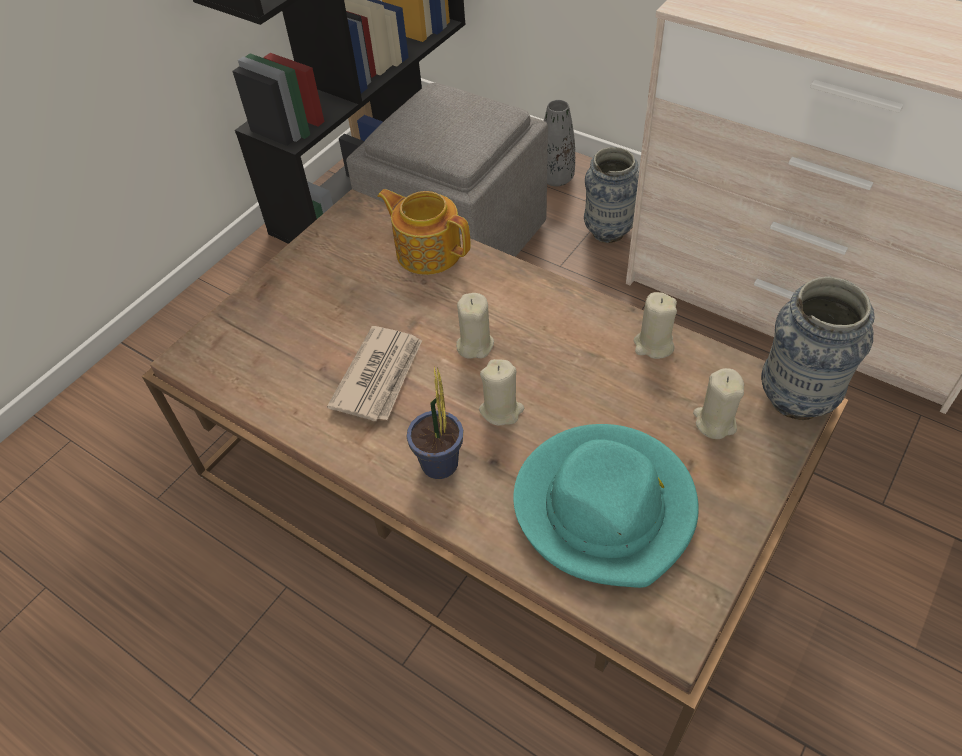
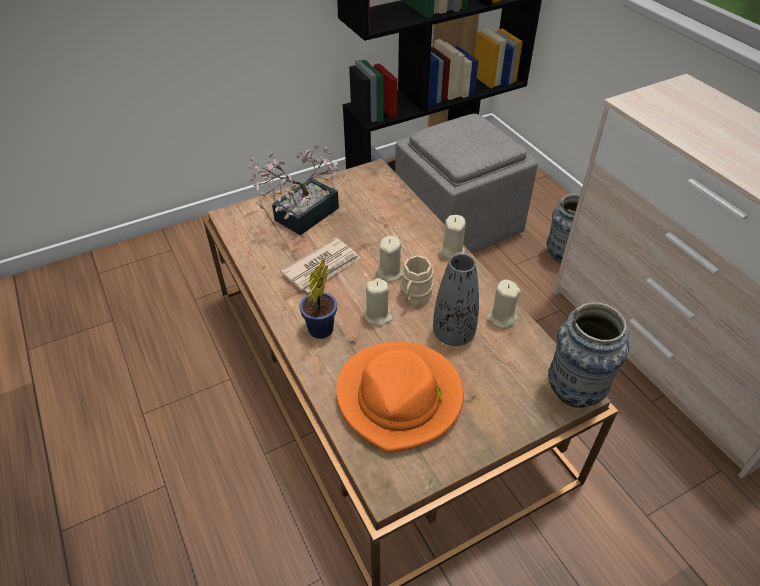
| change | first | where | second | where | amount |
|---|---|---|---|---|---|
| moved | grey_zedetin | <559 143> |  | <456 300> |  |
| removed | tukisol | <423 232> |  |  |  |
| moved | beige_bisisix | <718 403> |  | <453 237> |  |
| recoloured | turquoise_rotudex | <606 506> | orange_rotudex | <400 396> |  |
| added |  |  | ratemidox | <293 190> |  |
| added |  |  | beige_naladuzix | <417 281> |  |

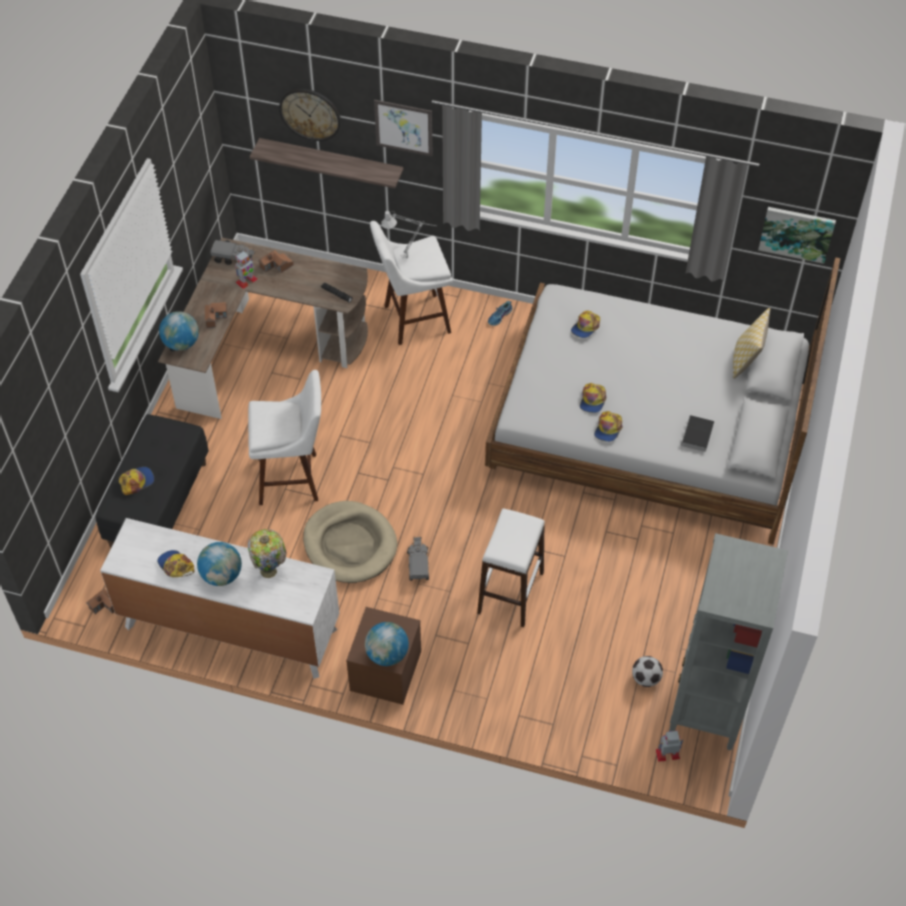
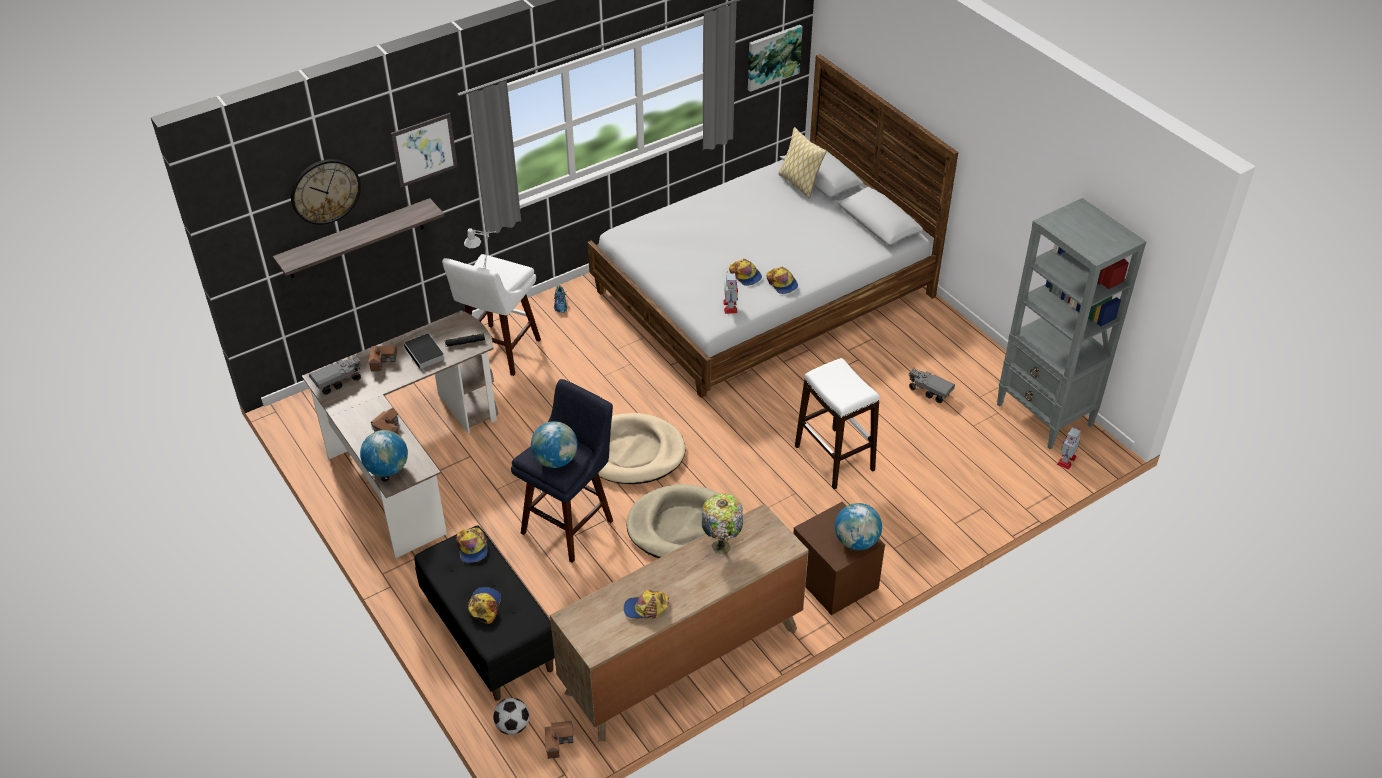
| change | first | where | second | where | amount |
|---|---|---|---|---|---|
| moved | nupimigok | <246 269> |  | <730 293> |  |
| moved | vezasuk | <585 324> |  | <471 545> |  |
| recoloured | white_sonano | <284 437> | blue_sonano | <562 471> |  |
| moved | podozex | <697 433> |  | <424 353> |  |
| recoloured | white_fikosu | <219 598> | brown_fikosu | <679 622> |  |
| moved | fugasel | <418 559> |  | <931 386> |  |
| moved | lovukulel | <219 564> |  | <554 444> |  |
| moved | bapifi | <647 671> |  | <511 716> |  |
| added |  |  | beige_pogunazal | <642 448> |  |

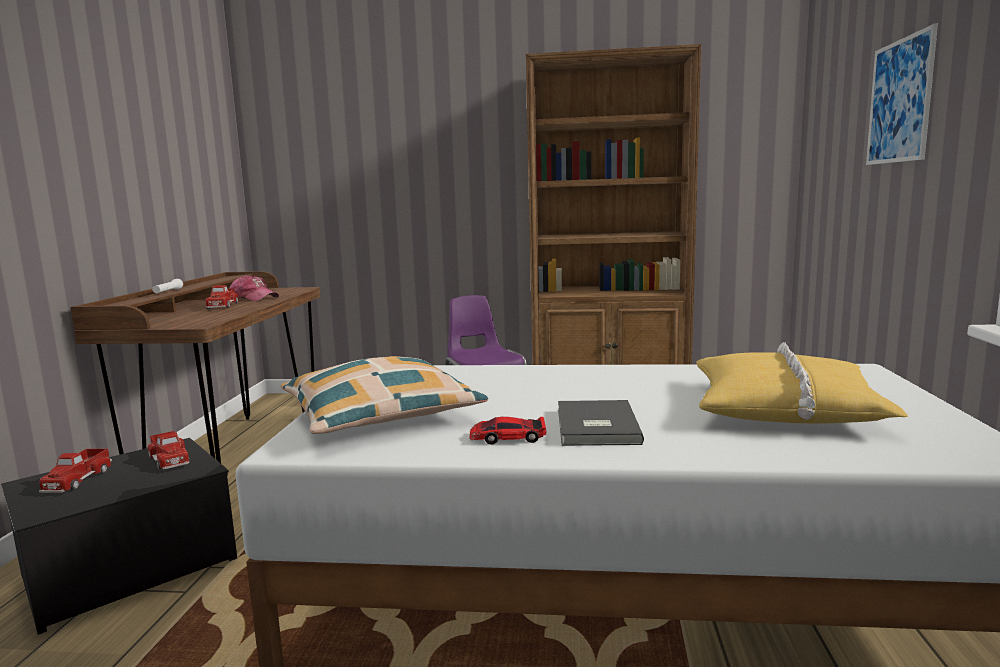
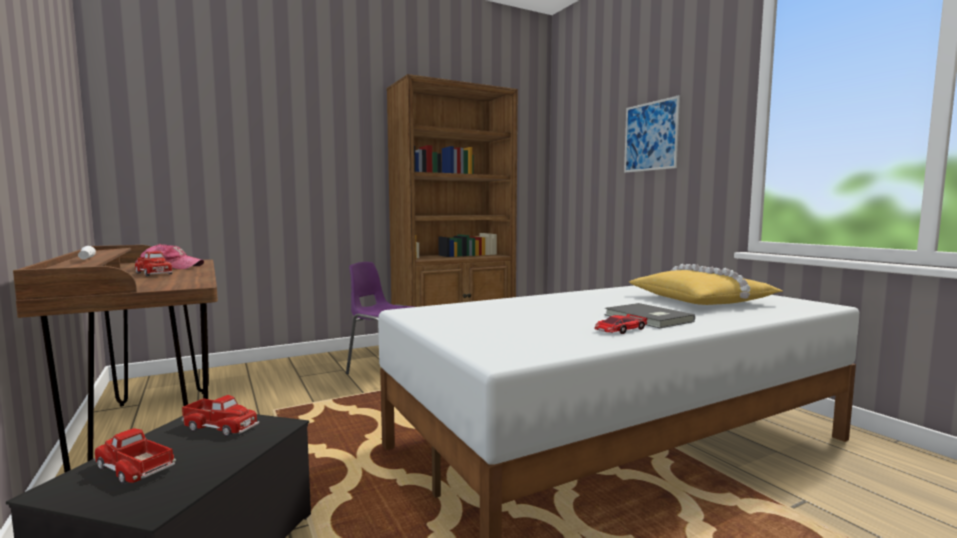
| change | first | where | second | where | amount |
|---|---|---|---|---|---|
| removed | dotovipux | <384 395> |  |  |  |
| turned | fugasel | <75 471> |  | <135 456> | 150 degrees clockwise |

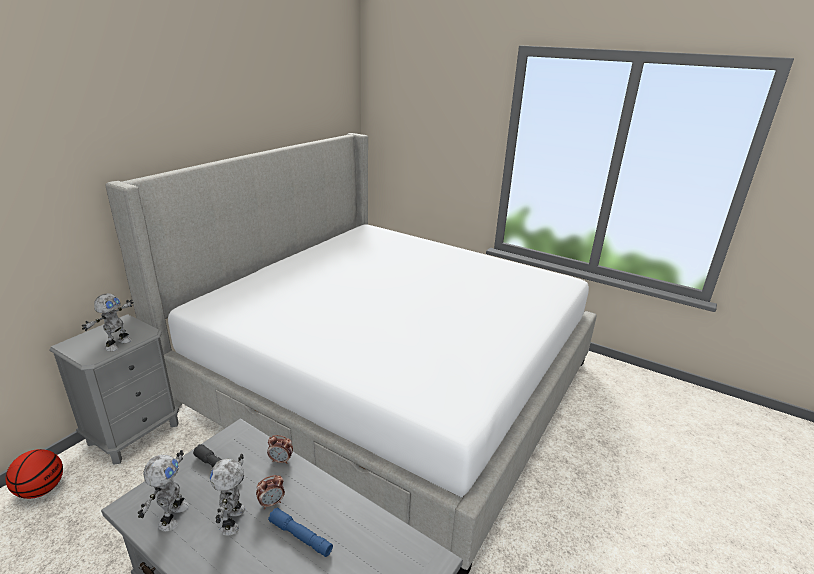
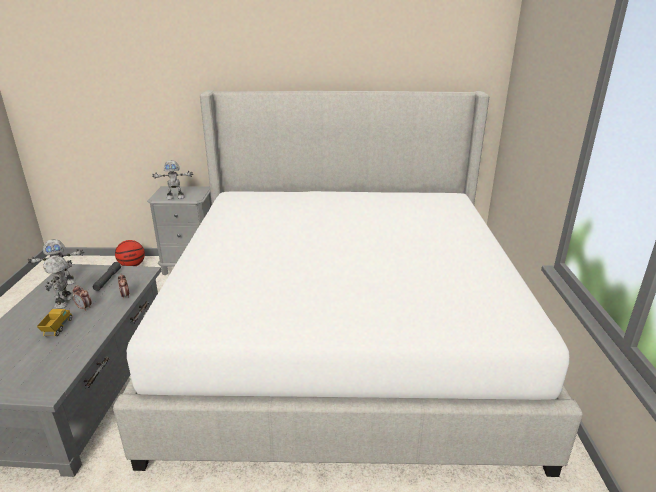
| change | first | where | second | where | amount |
|---|---|---|---|---|---|
| turned | nupimigok | <227 494> |  | <58 282> | 60 degrees counterclockwise |
| replaced | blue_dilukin | <300 532> | fugasel | <54 322> |  |

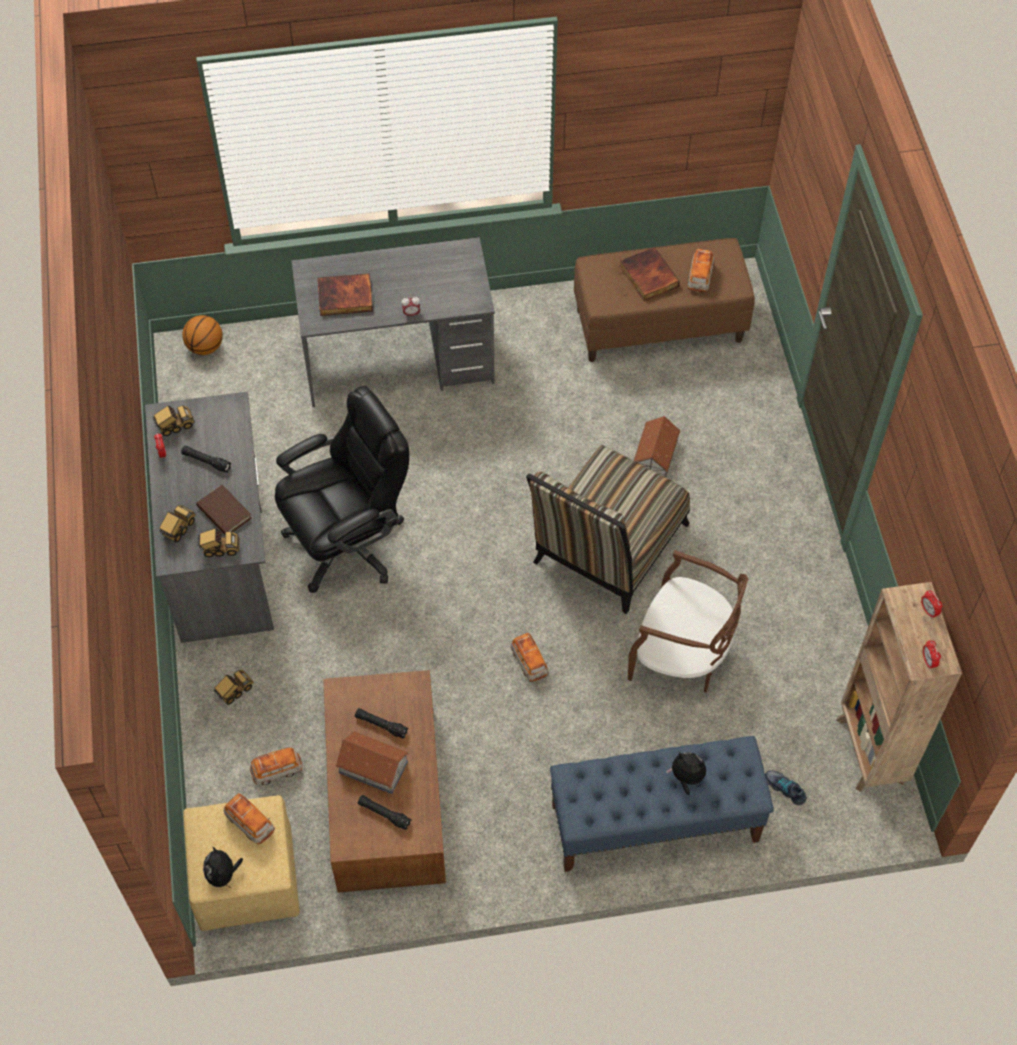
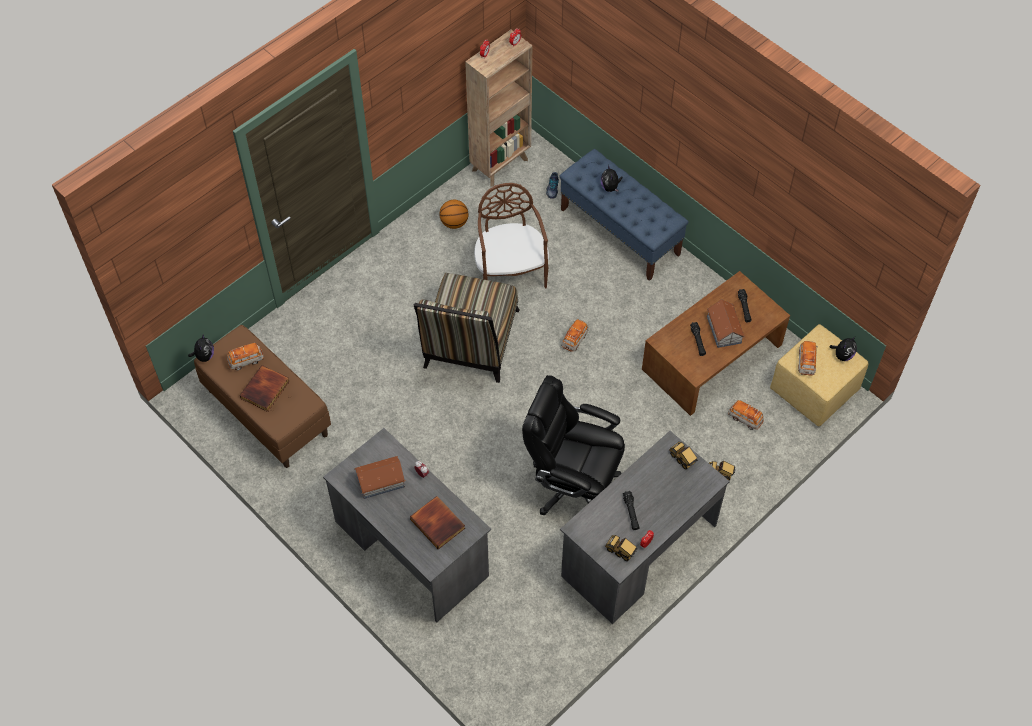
| change | first | where | second | where | amount |
|---|---|---|---|---|---|
| moved | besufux | <202 335> |  | <454 214> |  |
| moved | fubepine | <657 446> |  | <380 477> |  |
| turned | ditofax | <608 529> |  | <467 328> | 105 degrees clockwise |
| removed | brown_podozex | <224 510> |  |  |  |
| removed | fugasel | <177 524> |  |  |  |
| added |  |  | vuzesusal | <201 348> |  |

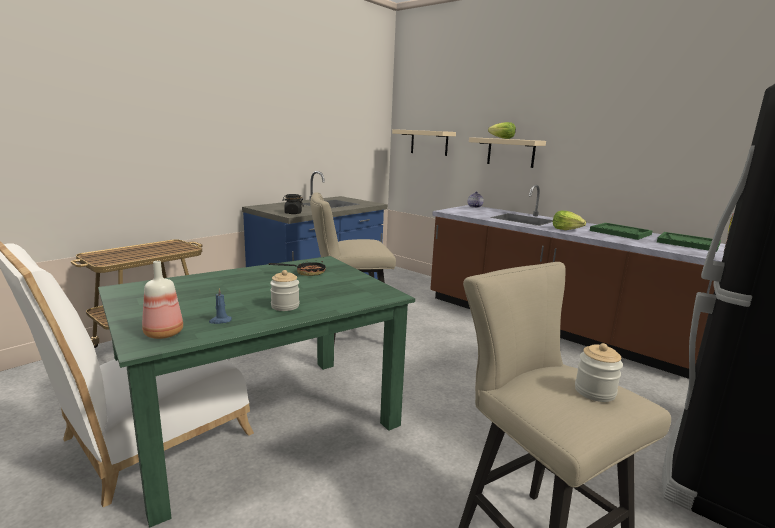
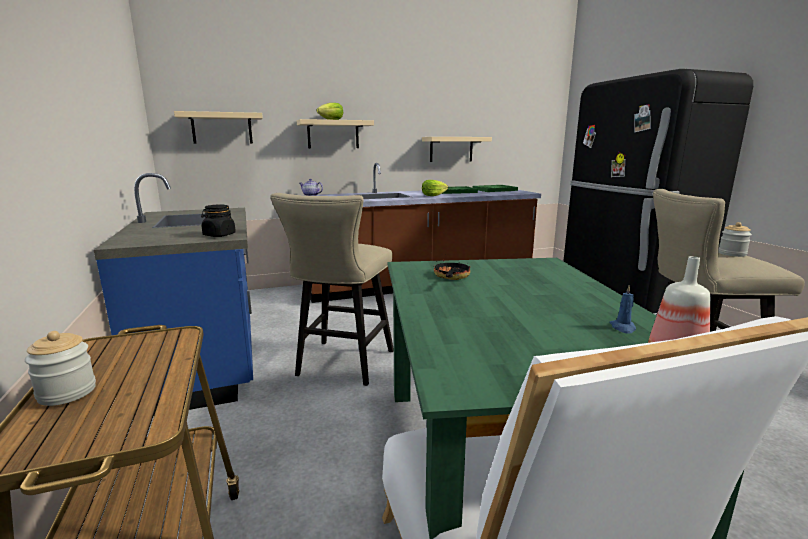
| change | first | where | second | where | amount |
|---|---|---|---|---|---|
| moved | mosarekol | <285 290> |  | <60 368> |  |
| added |  |  | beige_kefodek | <457 149> |  |

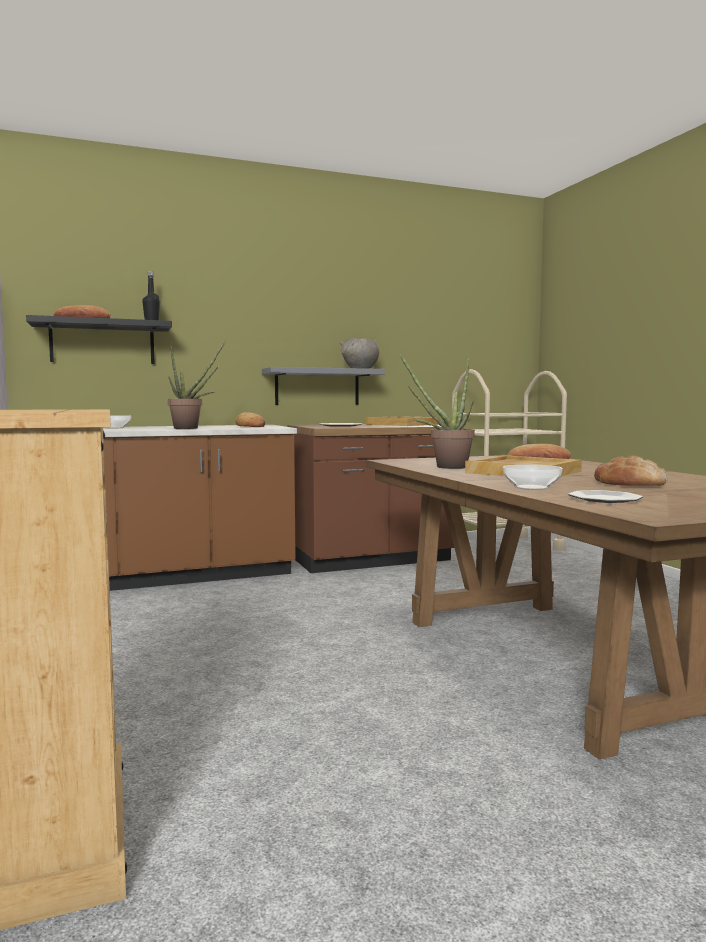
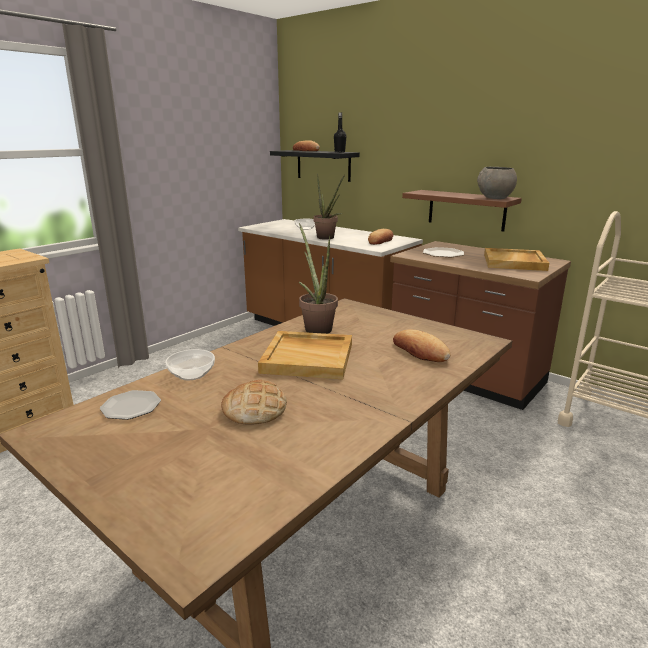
| change | first | where | second | where | amount |
|---|---|---|---|---|---|
| recoloured | grey_kefodek | <323 386> | brown_kefodek | <462 211> |  |

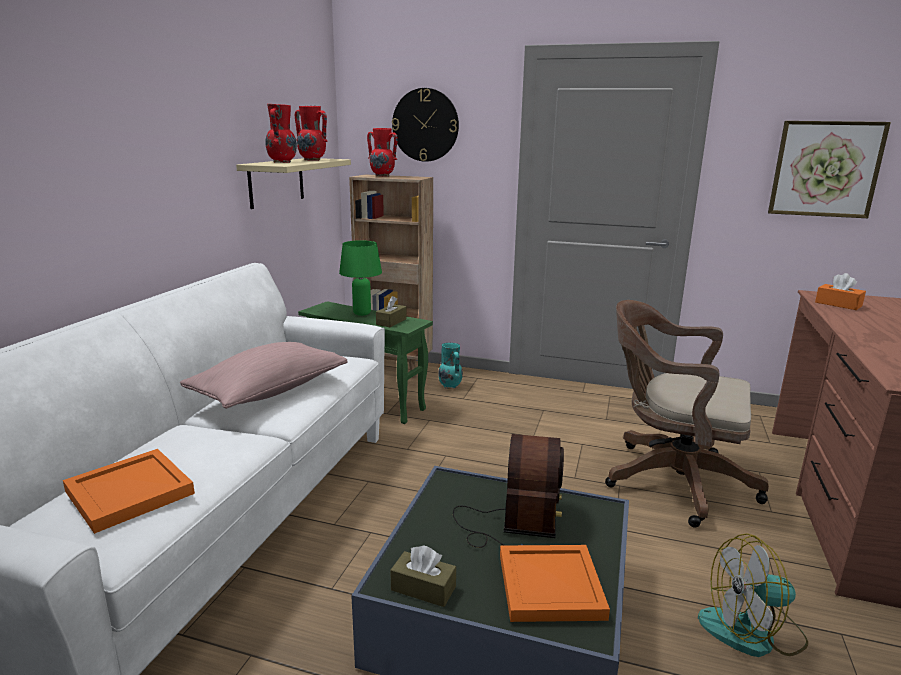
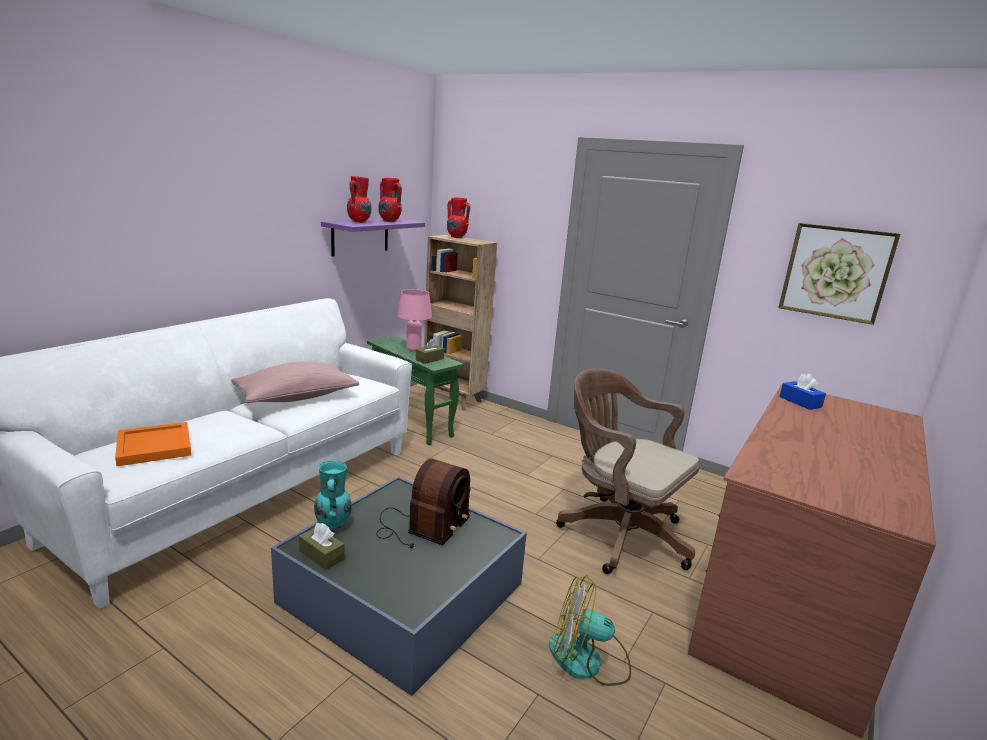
| change | first | where | second | where | amount |
|---|---|---|---|---|---|
| removed | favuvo | <425 125> |  |  |  |
| recoloured | beige_kefodek | <293 183> | purple_kefodek | <373 237> |  |
| recoloured | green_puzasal | <360 278> | pink_puzasal | <414 320> |  |
| recoloured | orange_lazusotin | <840 291> | blue_lazusotin | <802 392> |  |
| moved | turquoise_zedetin | <450 366> |  | <332 495> |  |
| removed | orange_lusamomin | <555 583> |  |  |  |

